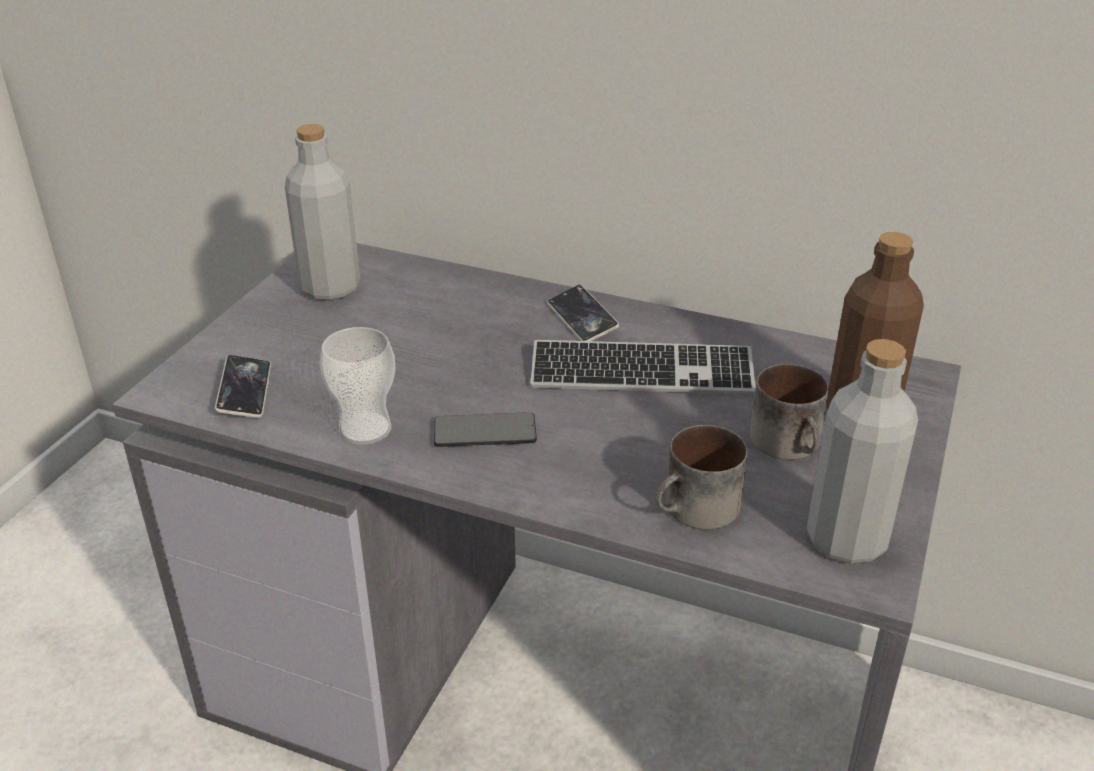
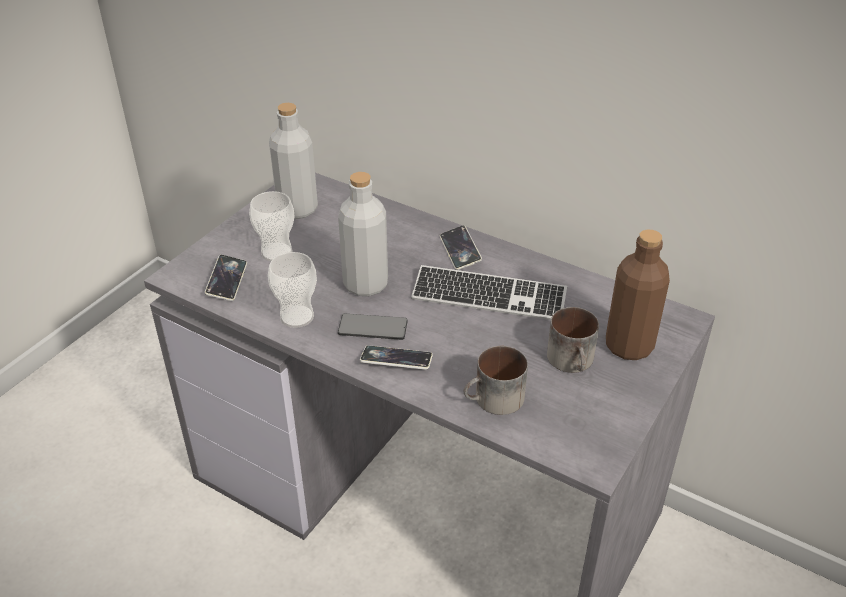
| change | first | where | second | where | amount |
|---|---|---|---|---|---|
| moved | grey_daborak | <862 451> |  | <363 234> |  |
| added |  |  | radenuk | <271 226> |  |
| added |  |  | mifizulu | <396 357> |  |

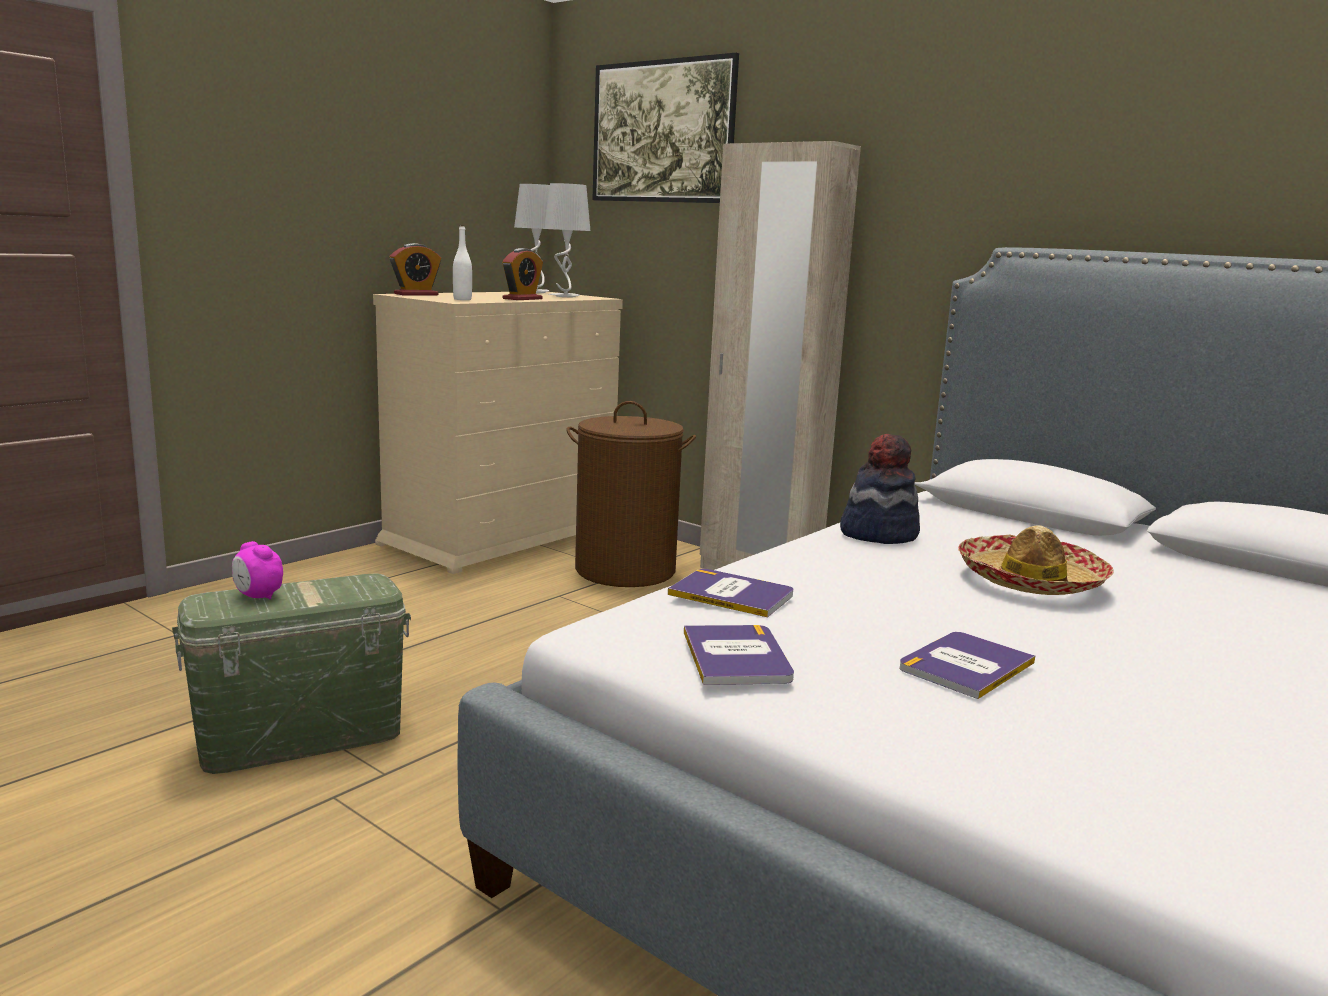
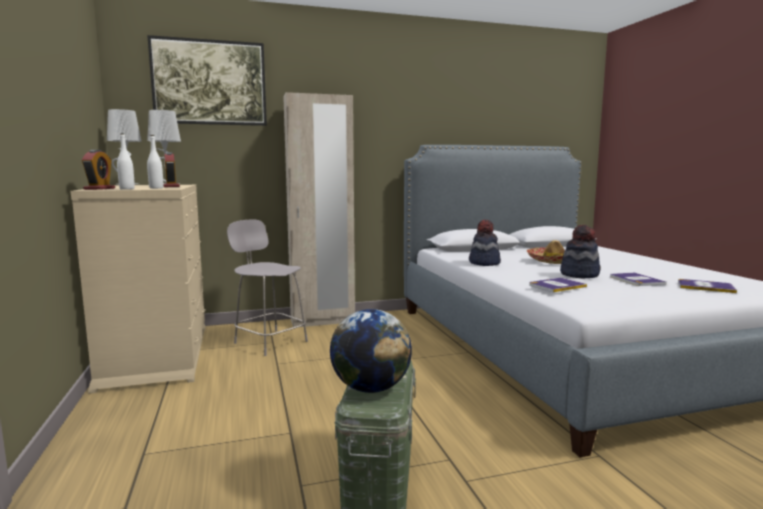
| change | first | where | second | where | amount |
|---|---|---|---|---|---|
| replaced | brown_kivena | <631 494> | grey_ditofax | <267 288> |  |
| replaced | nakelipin | <257 570> | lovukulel | <371 351> |  |
| moved | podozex | <739 655> |  | <707 286> |  |
| added |  |  | white_daborak | <126 161> |  |
| added |  |  | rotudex | <580 251> |  |

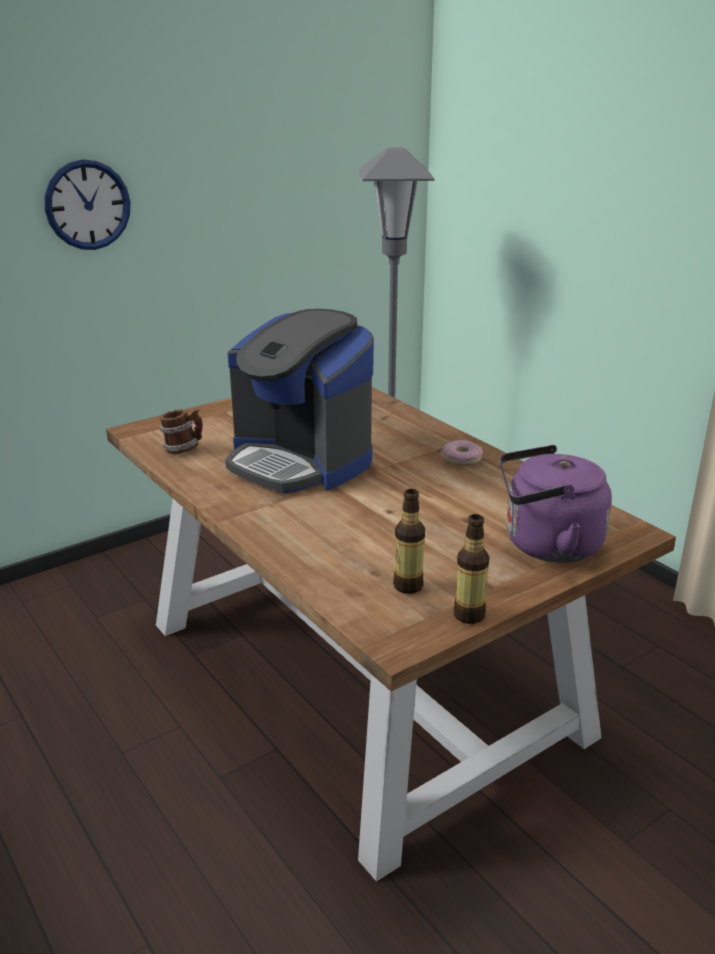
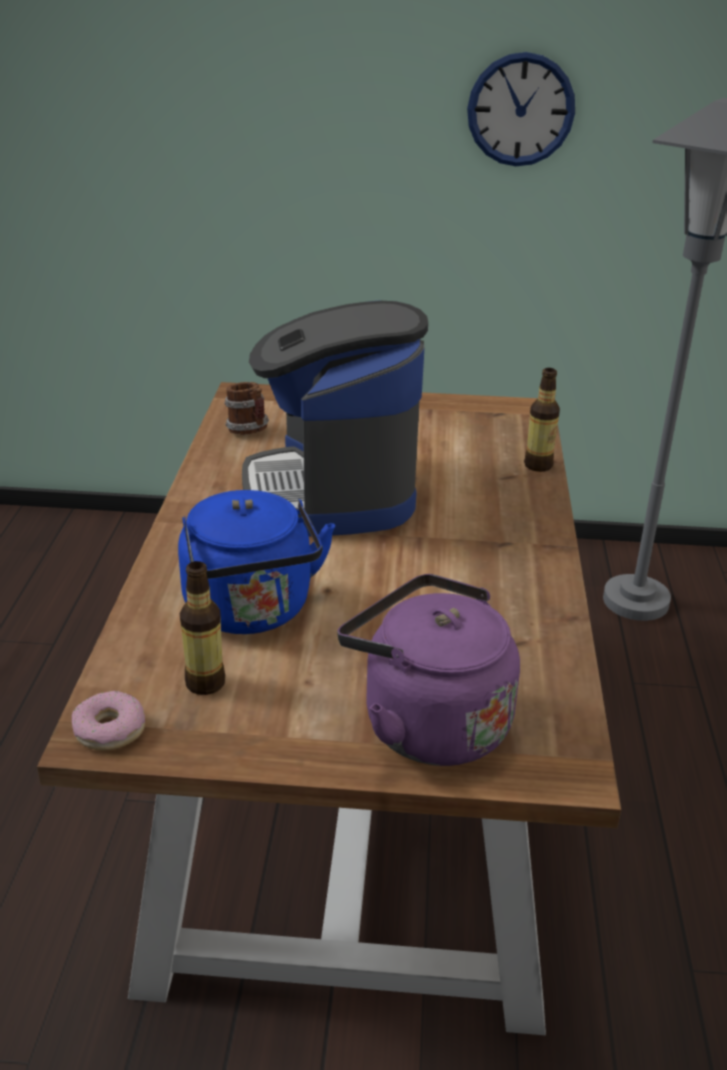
| change | first | where | second | where | amount |
|---|---|---|---|---|---|
| moved | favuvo | <87 204> |  | <521 109> |  |
| moved | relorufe | <463 453> |  | <108 720> |  |
| moved | daborak | <471 569> |  | <542 420> |  |
| added |  |  | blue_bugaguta | <256 562> |  |

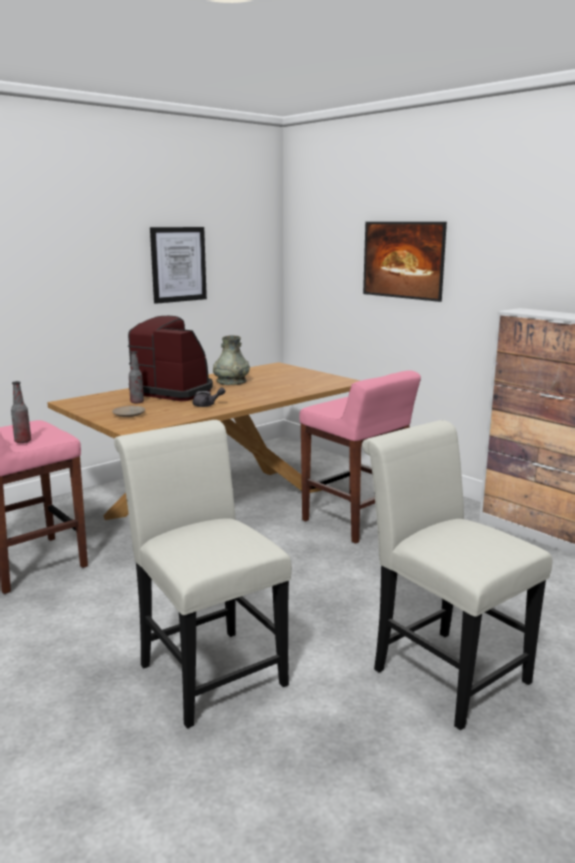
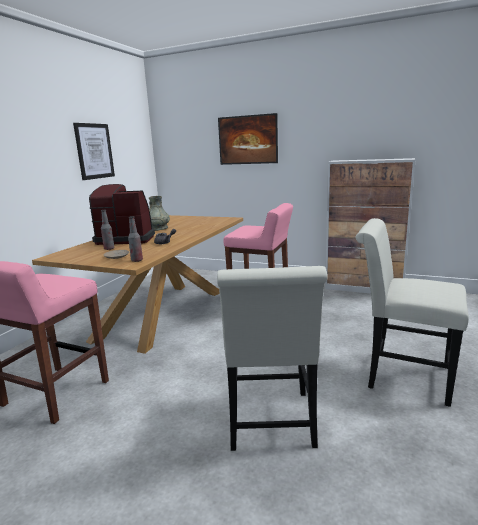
| change | first | where | second | where | amount |
|---|---|---|---|---|---|
| moved | daborak | <21 412> |  | <135 239> |  |
| turned | white_ditofax | <203 574> |  | <272 358> | 120 degrees counterclockwise |

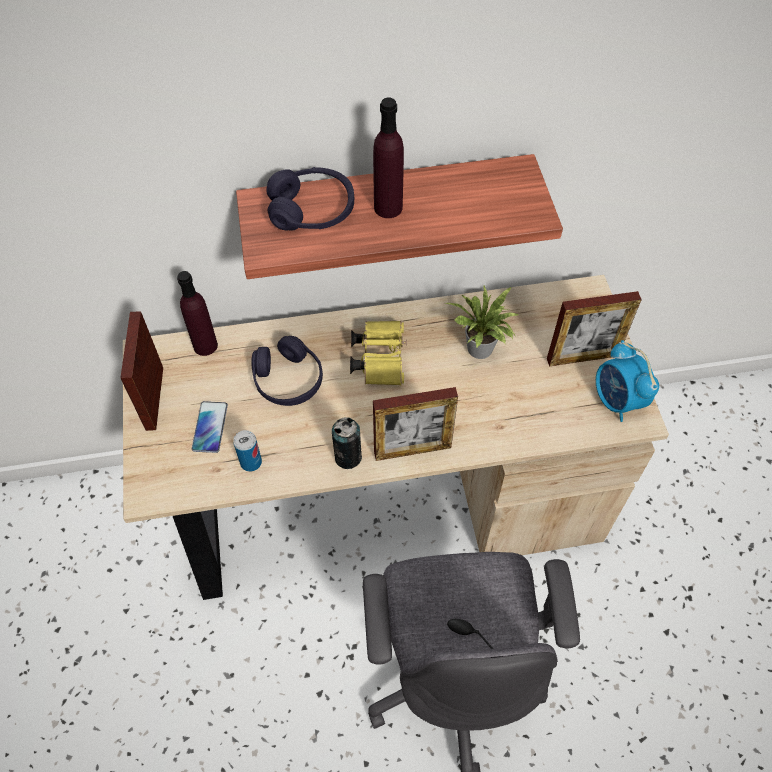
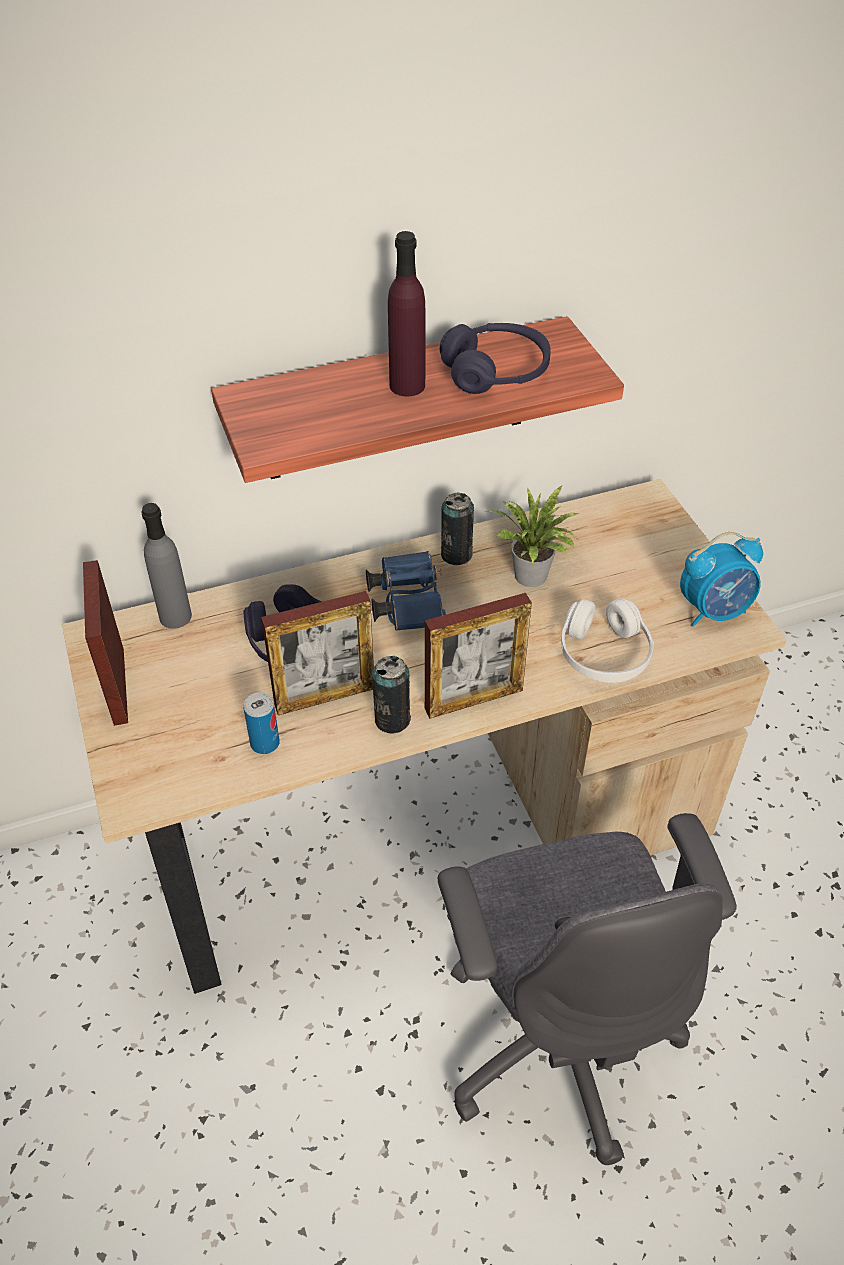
| change | first | where | second | where | amount |
|---|---|---|---|---|---|
| moved | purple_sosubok | <310 199> |  | <495 358> |  |
| recoloured | purple_daborak | <197 313> | grey_daborak | <167 566> |  |
| moved | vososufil | <594 328> |  | <317 653> |  |
| recoloured | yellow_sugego | <378 353> | blue_sugego | <406 591> |  |
| turned | nakelipin | <627 381> |  | <721 579> | 75 degrees counterclockwise |
| removed | mifizulu | <210 427> |  |  |  |
| added |  |  | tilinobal | <457 529> |  |
| added |  |  | white_sosubok | <607 640> |  |

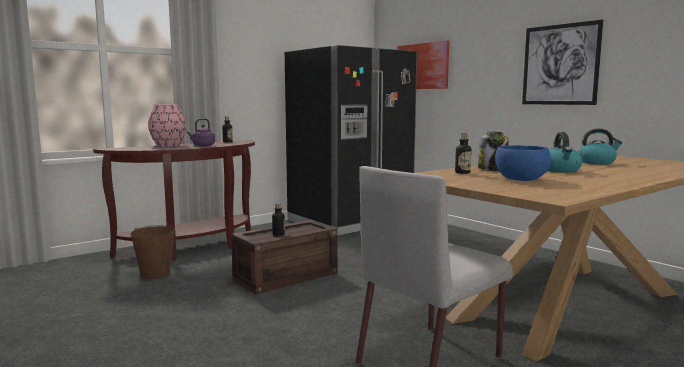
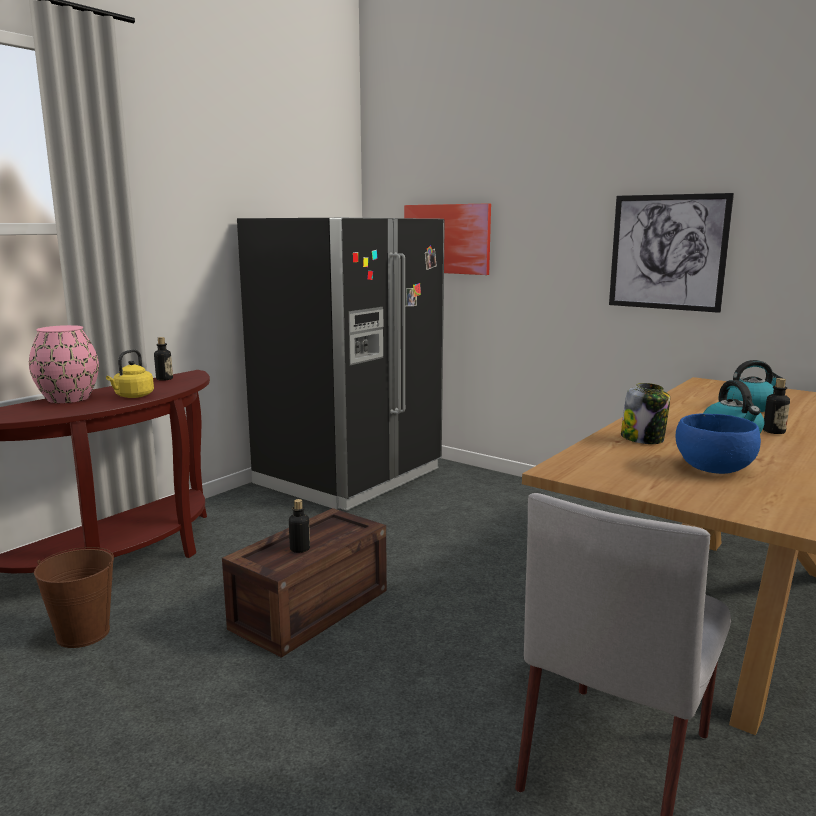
| change | first | where | second | where | amount |
|---|---|---|---|---|---|
| recoloured | purple_bugaguta | <201 132> | yellow_bugaguta | <130 373> |  |
| moved | daborak | <463 153> |  | <776 406> |  |

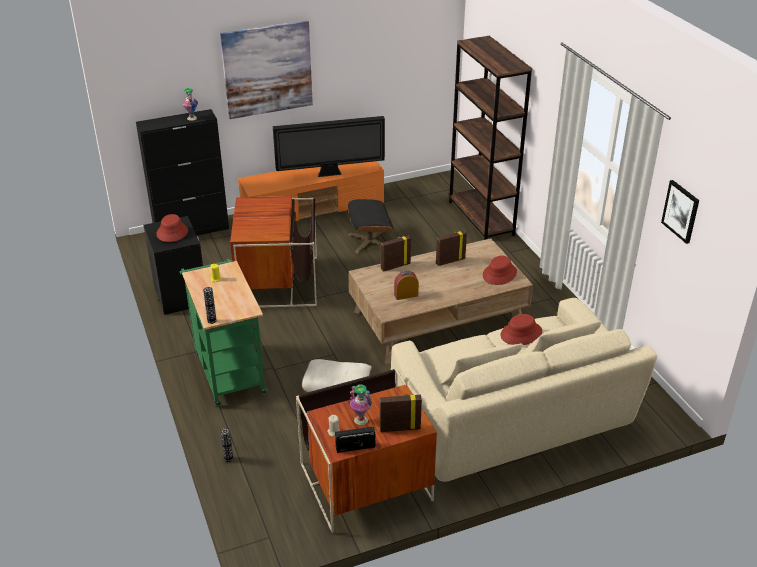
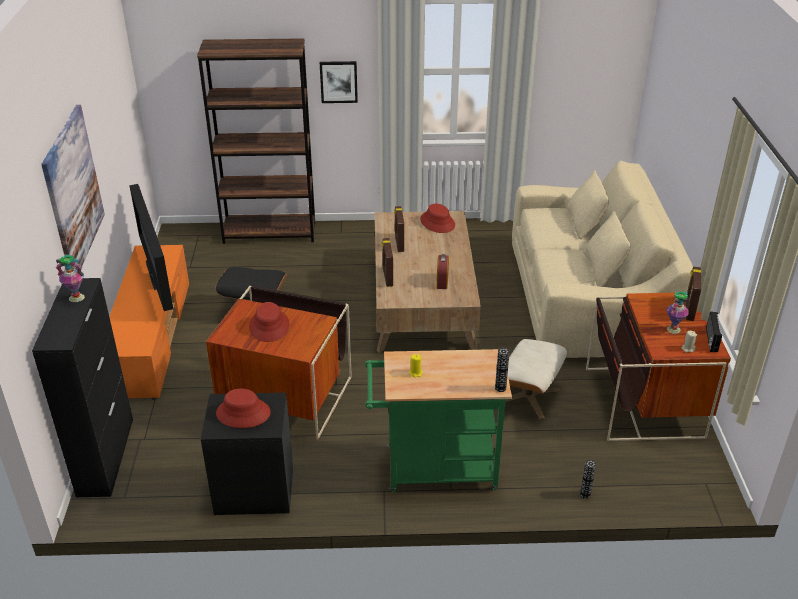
| change | first | where | second | where | amount |
|---|---|---|---|---|---|
| turned | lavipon | <329 146> |  | <151 247> | 150 degrees clockwise |
| moved | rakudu | <680 212> |  | <339 82> |  |
| moved | red_rotudex | <521 329> |  | <269 322> |  |

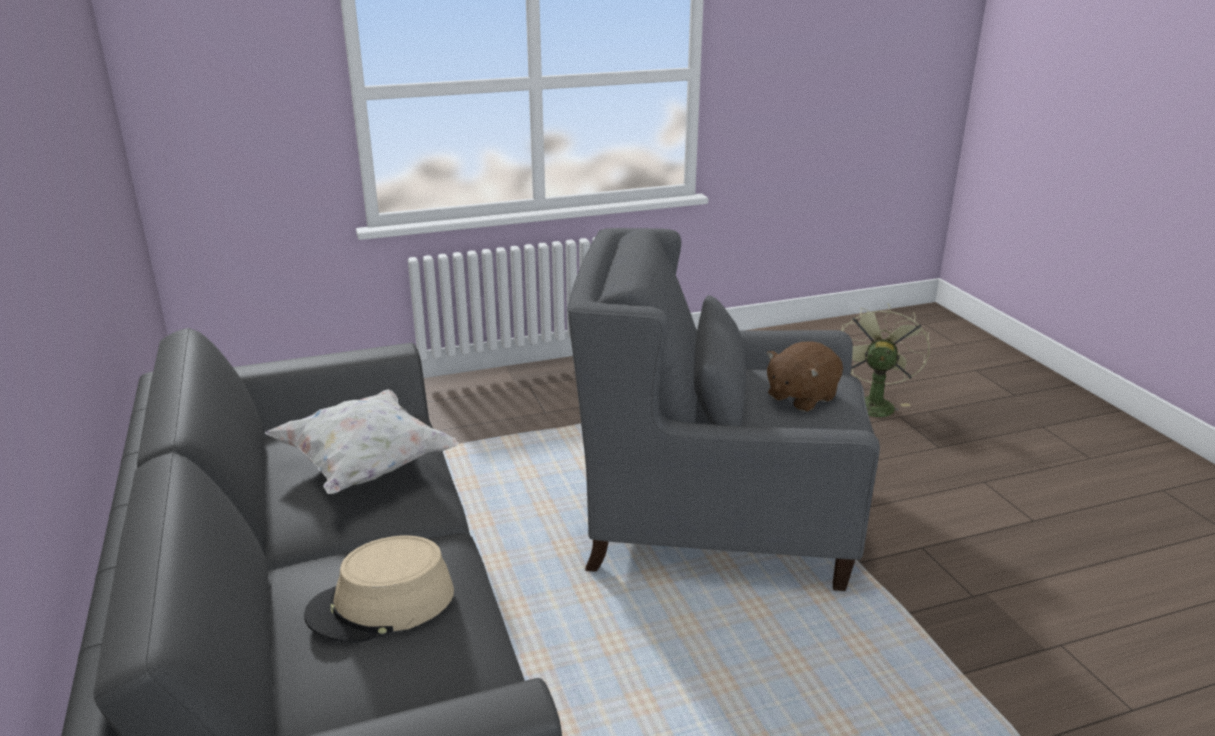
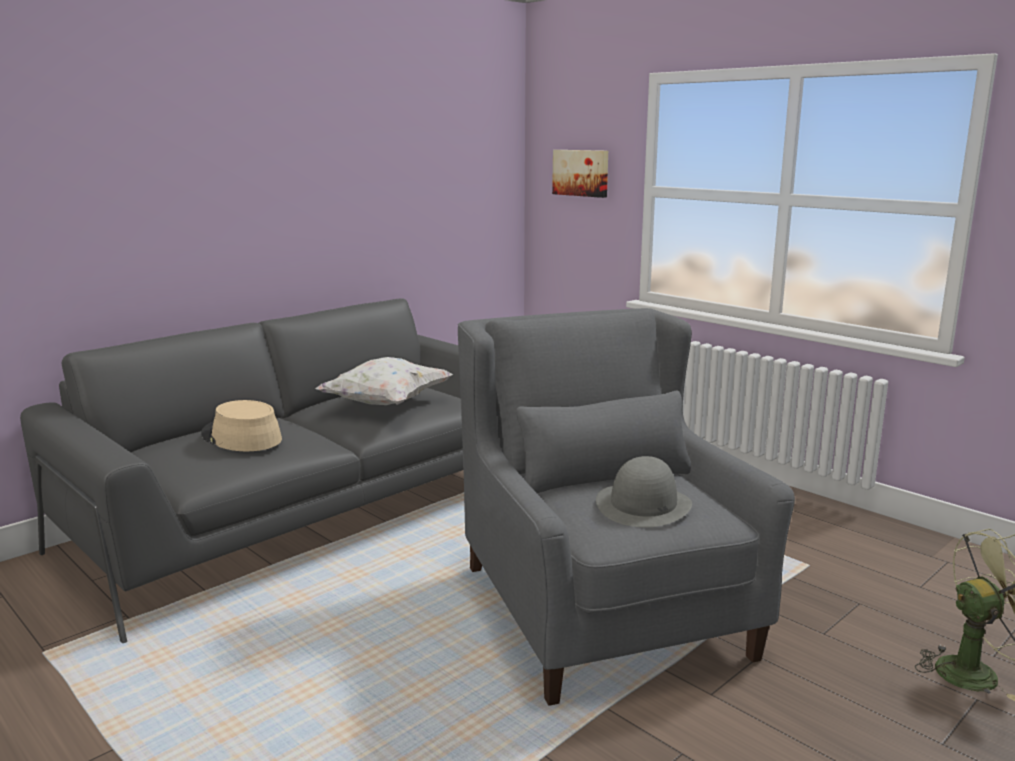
| change | first | where | second | where | amount |
|---|---|---|---|---|---|
| replaced | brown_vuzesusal | <805 376> | grey_rotudex | <644 491> |  |
| added |  |  | rakudu | <580 174> |  |

